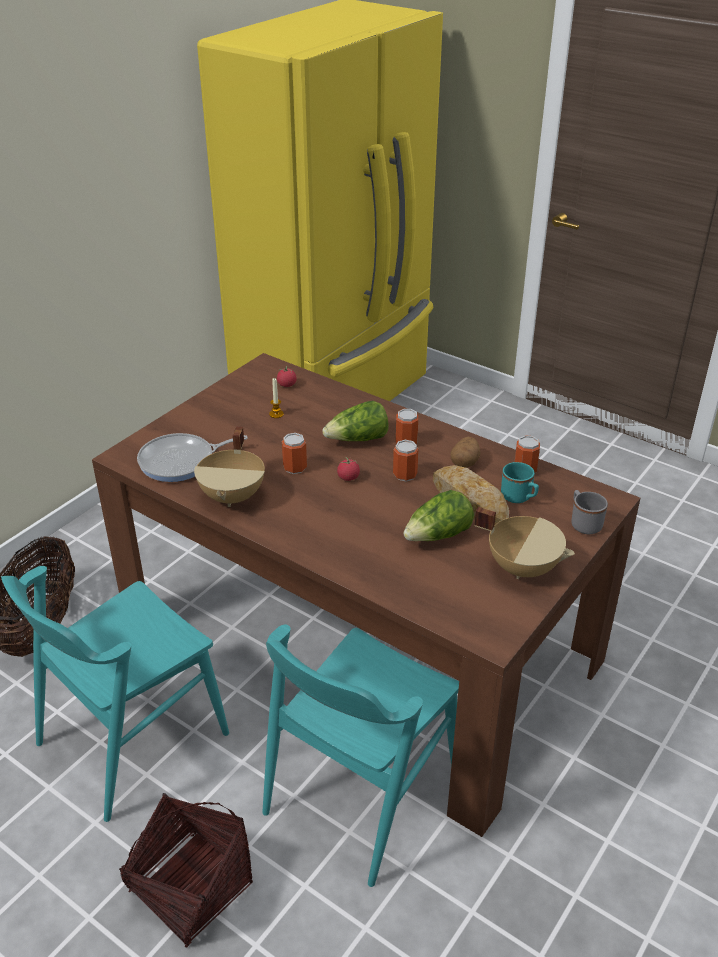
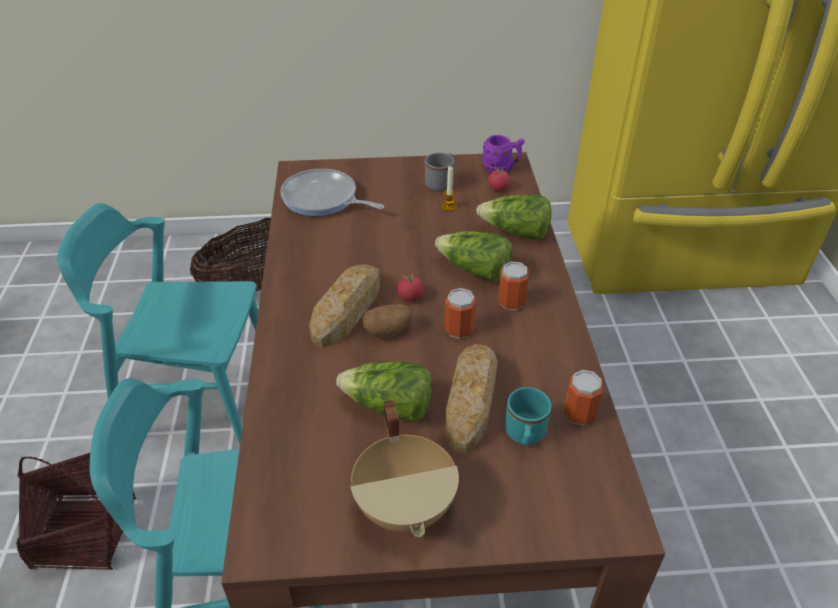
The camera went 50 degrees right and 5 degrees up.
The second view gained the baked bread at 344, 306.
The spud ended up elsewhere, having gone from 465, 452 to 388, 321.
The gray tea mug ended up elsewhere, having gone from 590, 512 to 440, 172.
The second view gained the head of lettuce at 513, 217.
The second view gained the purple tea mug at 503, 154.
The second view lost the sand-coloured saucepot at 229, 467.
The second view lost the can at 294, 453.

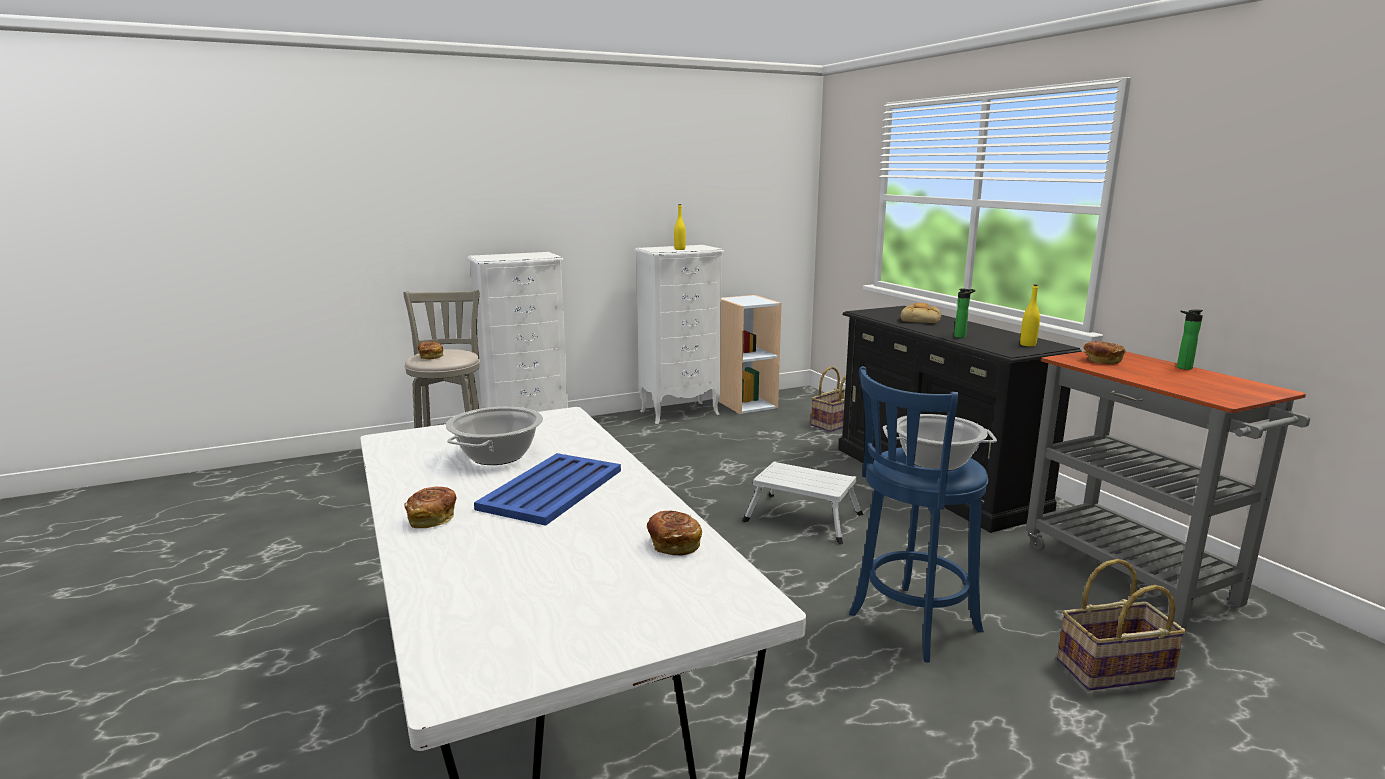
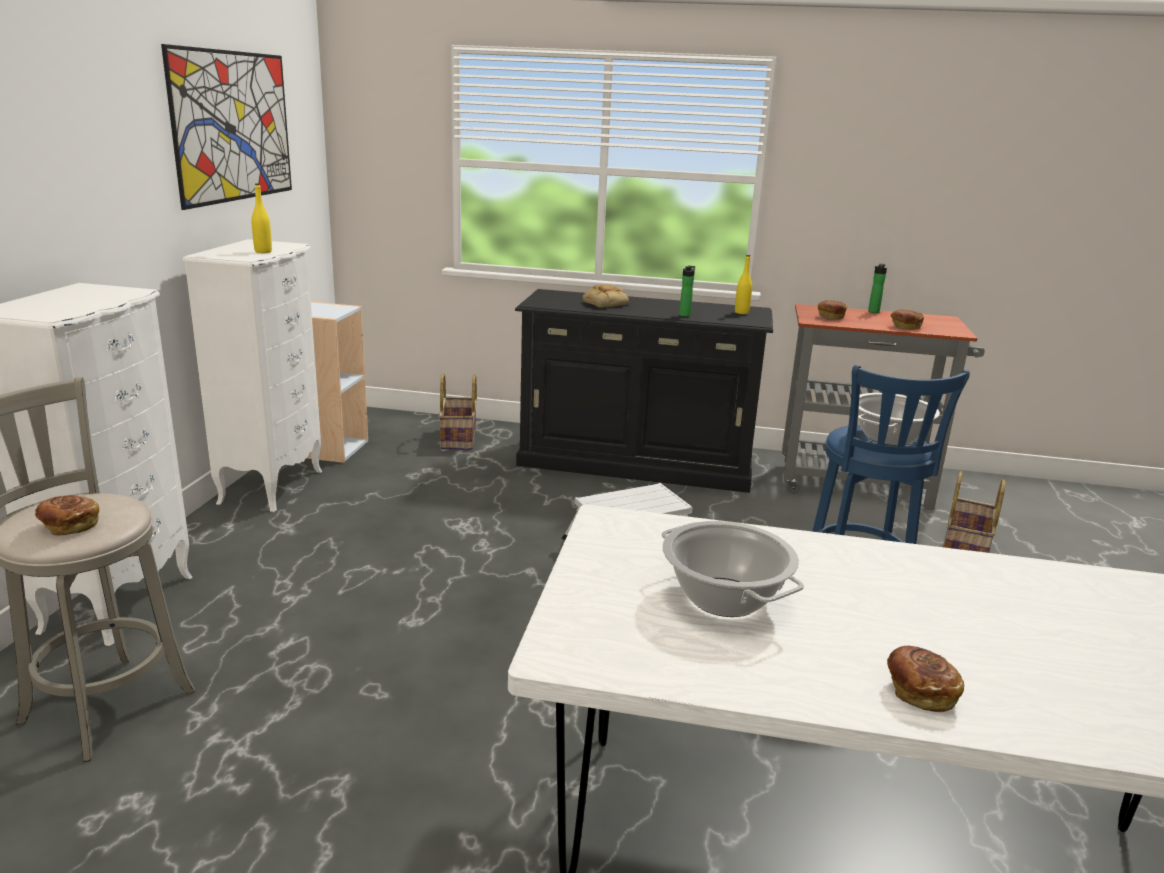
The camera went 55 degrees left and 5 degrees up.
The second view gained the wall picture at 226, 127.
The baked bread ended up elsewhere, having gone from 674, 532 to 907, 319.
The second view lost the bluish carrying tray at 547, 489.

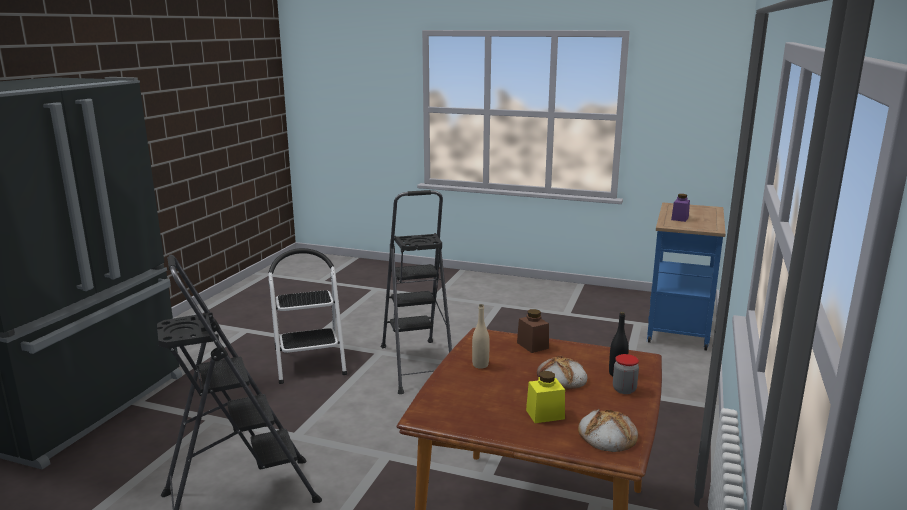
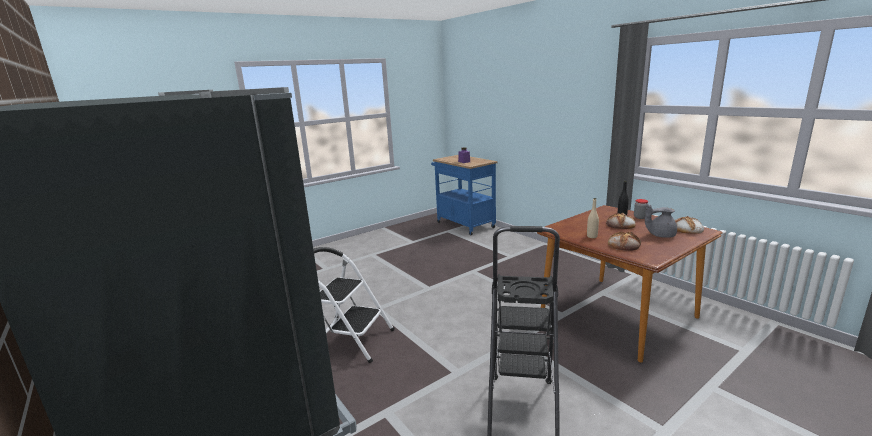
The camera went 55 degrees left and 0 degrees up.
The second view gained the baked bread at 624, 241.
Where the yellow-coloured jar stood at 545, 397, the gray pot for tea came to stand at 661, 221.
The second view lost the stepladder at 416, 292.
The second view lost the brownish jar at 533, 331.

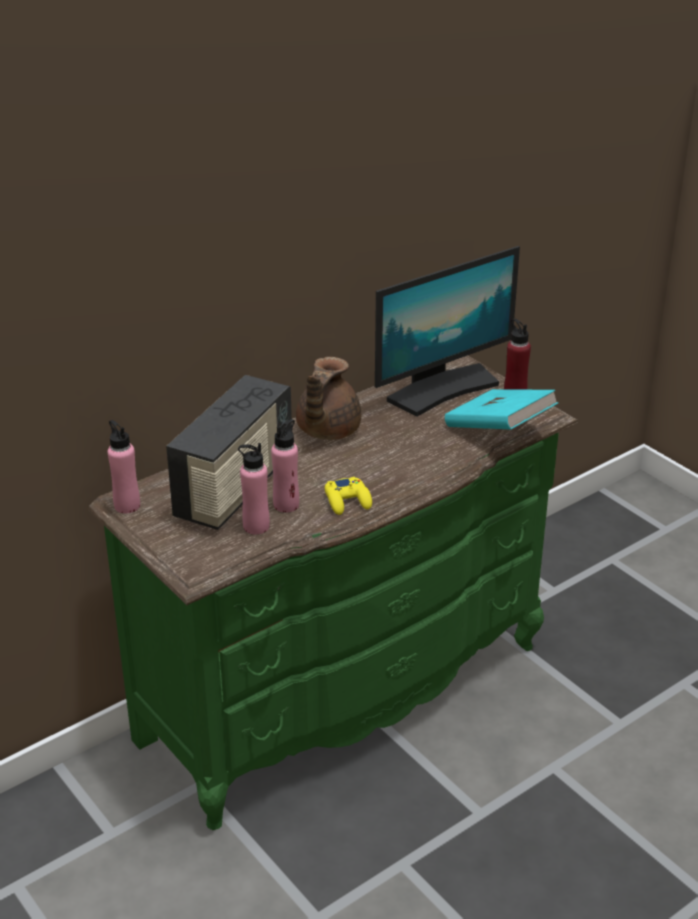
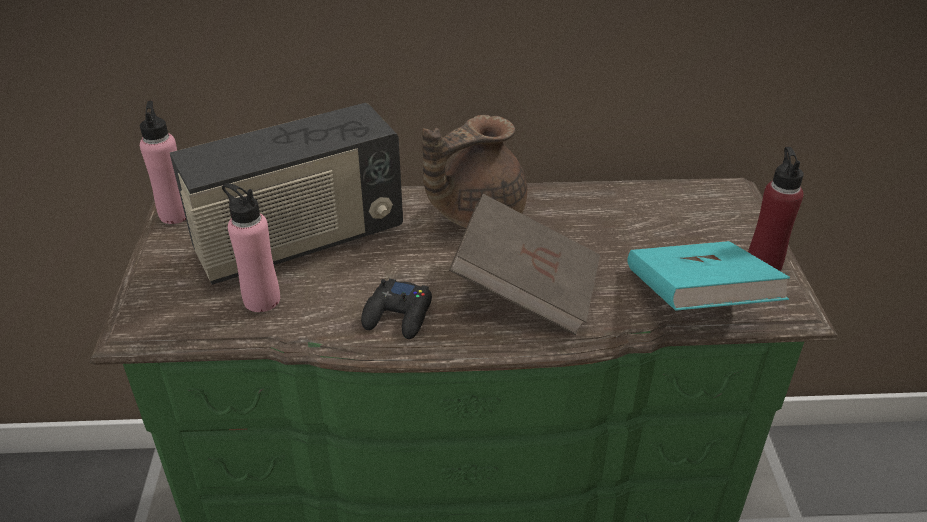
The camera went 35 degrees right and 5 degrees up.
What was the yellow-coloured joypad at 348, 496 turned into the black-coloured joypad at 396, 309.
The second view gained the brownish book at 524, 264.
The second view lost the pinkish drink bottle at 285, 466.
The second view lost the computer display at 447, 331.

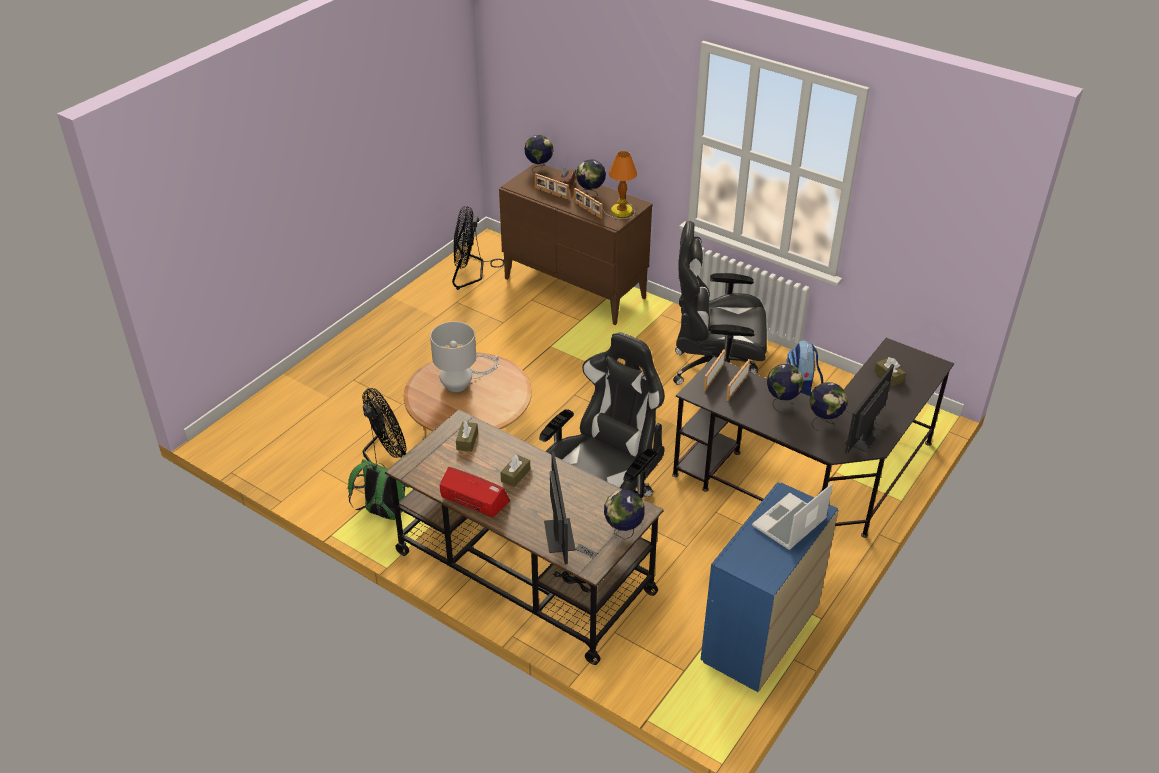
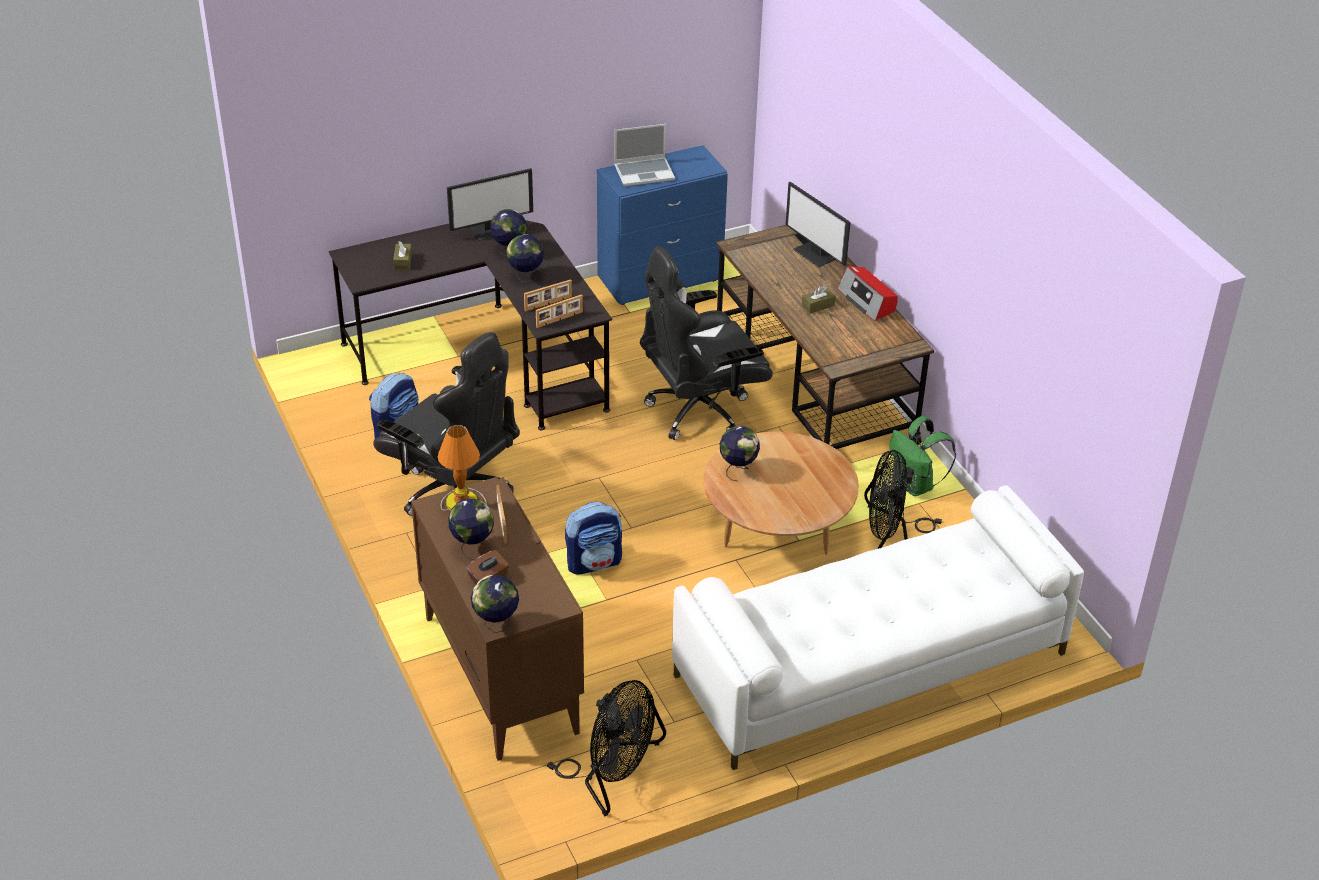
The camera went 150 degrees left and 0 degrees up.
The second view gained the knapsack at 593, 538.
The second view gained the white-coloured sofa at 878, 627.
The globe ended up elsewhere, having gone from 624, 515 to 740, 453.
The computer display at 560, 507 ended up facing another way, 60 degrees counterclockwise from before.
The second view lost the gray lamp for a table at 464, 357.
The second view lost the brownish tissue holder at 467, 436.
The second view lost the picture frame at 552, 186.

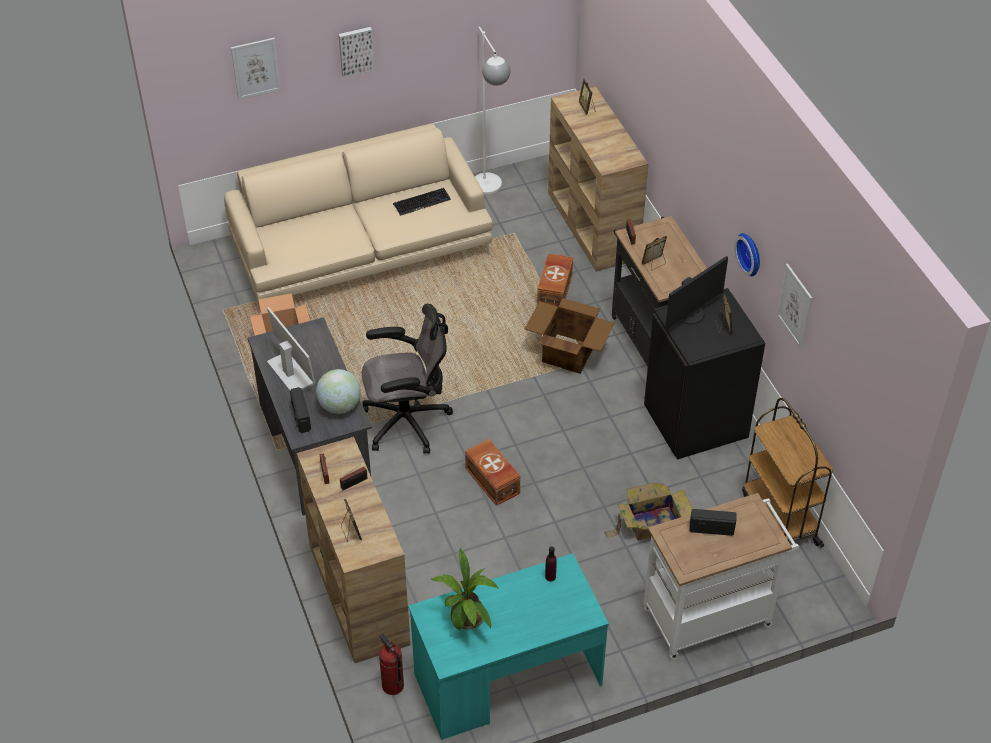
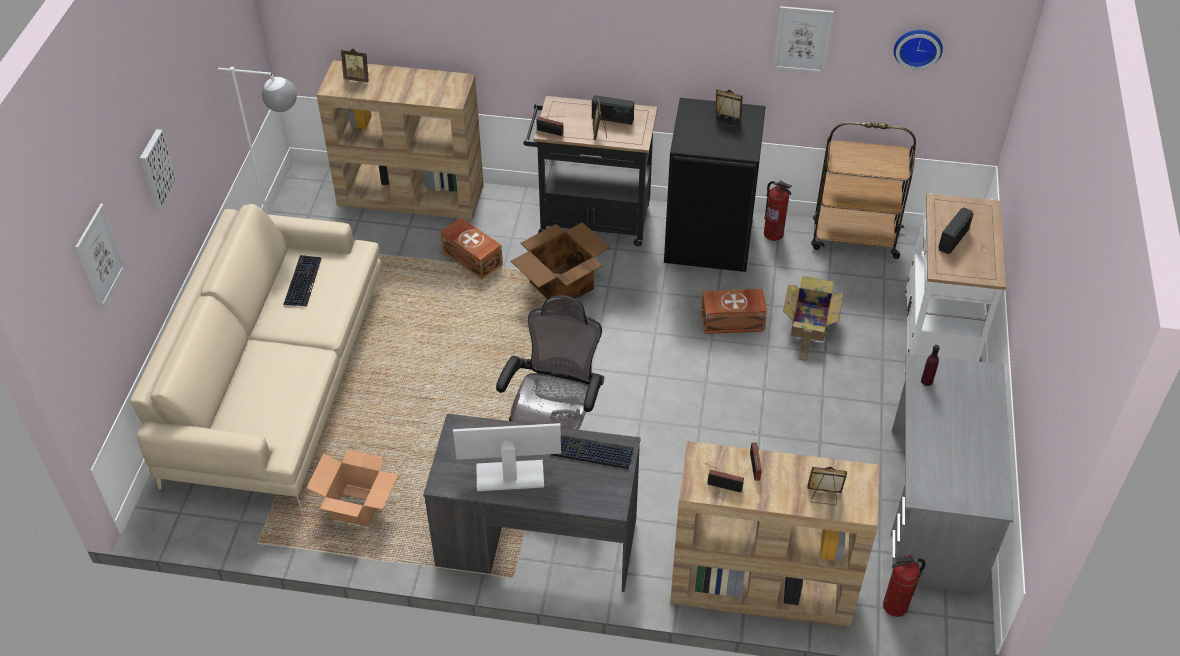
The camera went 60 degrees left and 0 degrees up.
Where the globe stood at 338, 391, the keyboard came to stand at 592, 452.
The radio ended up elsewhere, having gone from 300, 410 to 613, 110.
The brownish storage bin ended up elsewhere, having gone from 492, 472 to 734, 311.
The second view gained the fire-fighting cylinder at 778, 210.
What was the turquoise-coloured desk table at 508, 646 turned into the gray desk table at 952, 473.
The clock on the wall ended up elsewhere, having gone from 747, 254 to 918, 50.
The second view lost the plant in a pot at 464, 589.
The second view lost the computer display at 696, 293.

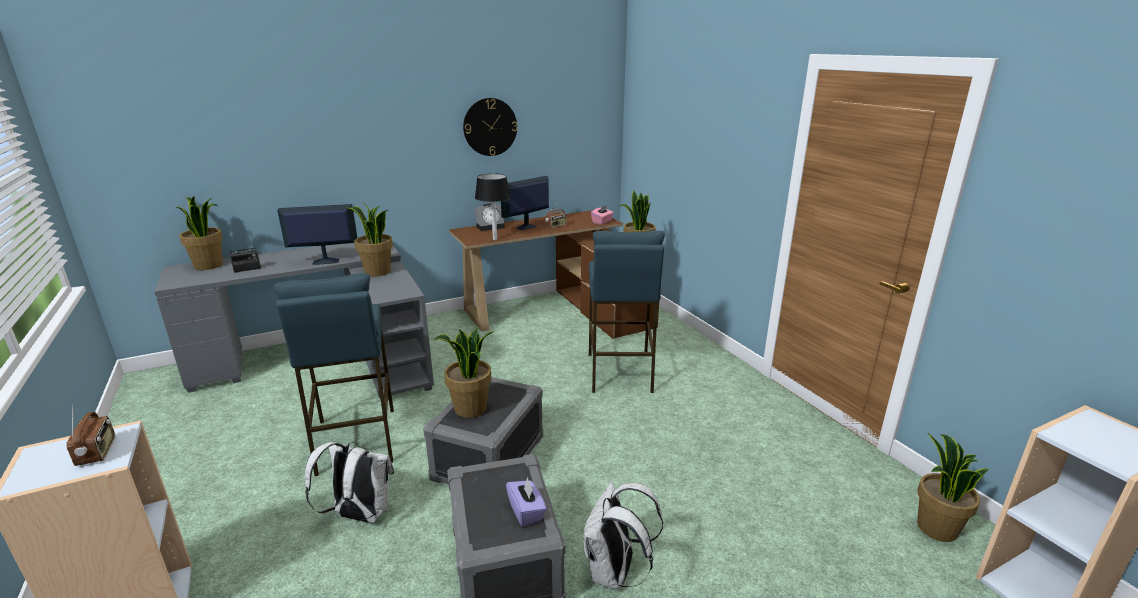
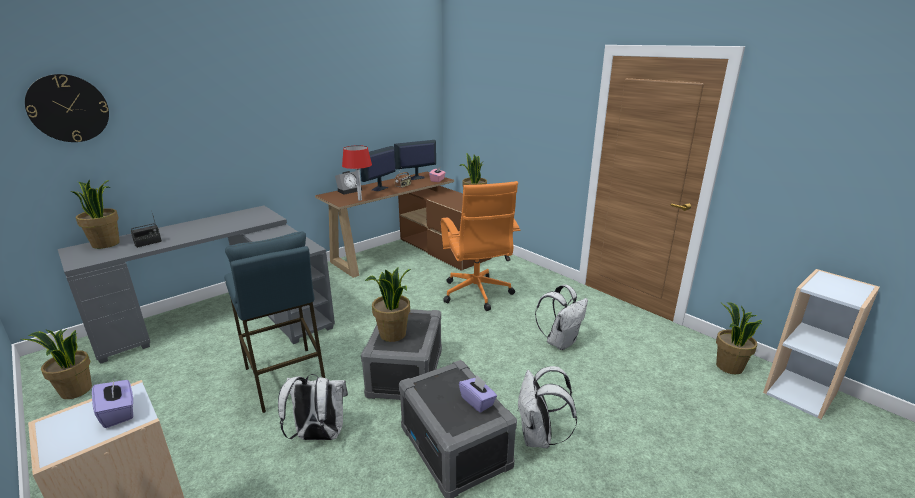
The camera went 15 degrees left and 0 degrees up.
The plant in a pot ended up elsewhere, having gone from 369, 239 to 57, 364.
The clock on the wall ended up elsewhere, having gone from 490, 127 to 67, 108.
Where the radio stood at 90, 435, the purple tissue holder came to stand at 112, 401.
What was the black-coloured lamp for a table at 493, 206 turned into the red lamp for a table at 357, 173.
The computer display ended up elsewhere, having gone from 317, 234 to 415, 160.
Where the bluish stool seat stood at 627, 311, the orange-coloured computer chair came to stand at 480, 246.
The second view gained the white-coloured knapsack at 561, 317.

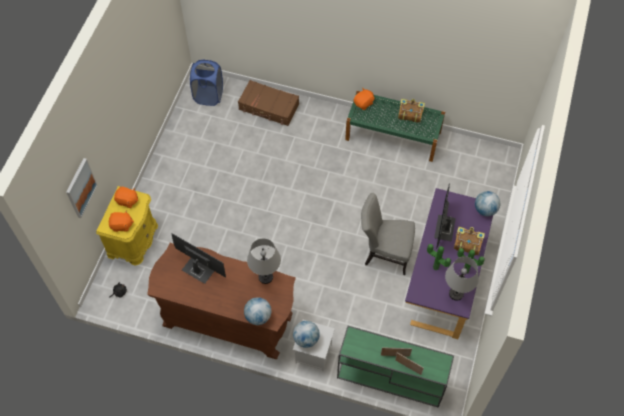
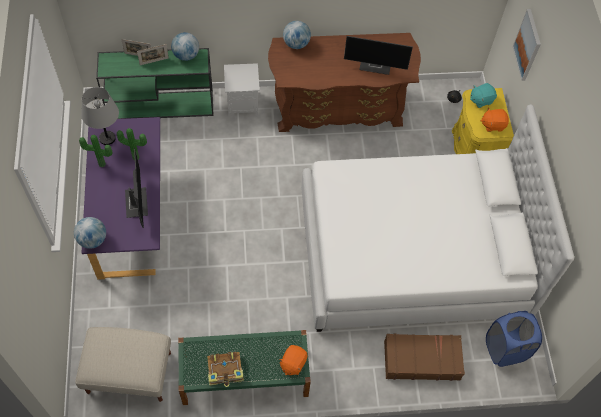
The camera went 155 degrees right and 0 degrees up.
The second view gained the sand-coloured ottoman at 123, 364.
The globe ended up elsewhere, having gone from 306, 334 to 185, 46.
The second view gained the white-coloured bed at 437, 218.
What was the orange-coloured plush toy at 121, 221 turned into the turquoise-coloured plush toy at 483, 95.
The second view lost the gray lamp for a table at 264, 261.
The second view lost the gray plain chair at 388, 234.
The second view lost the book at 469, 241.

